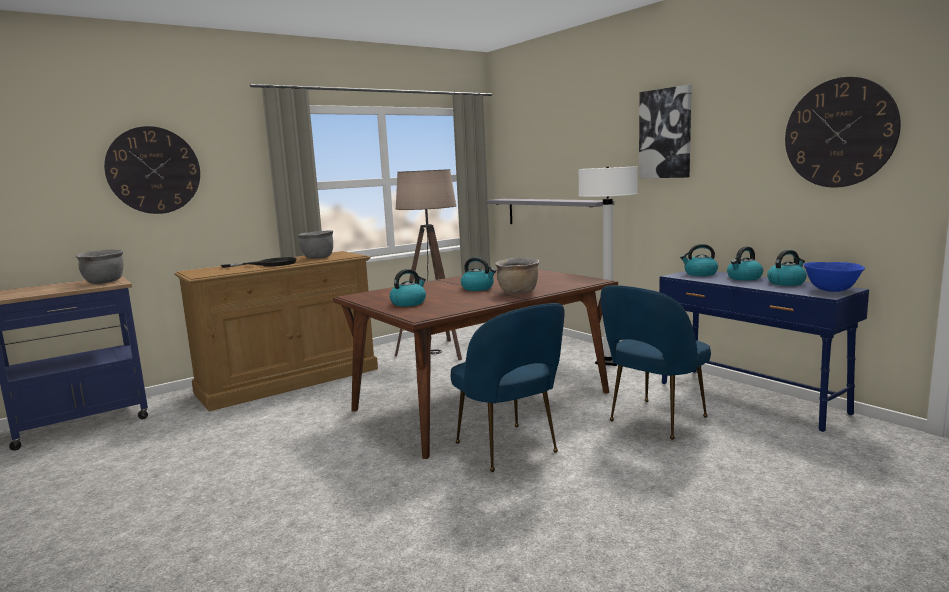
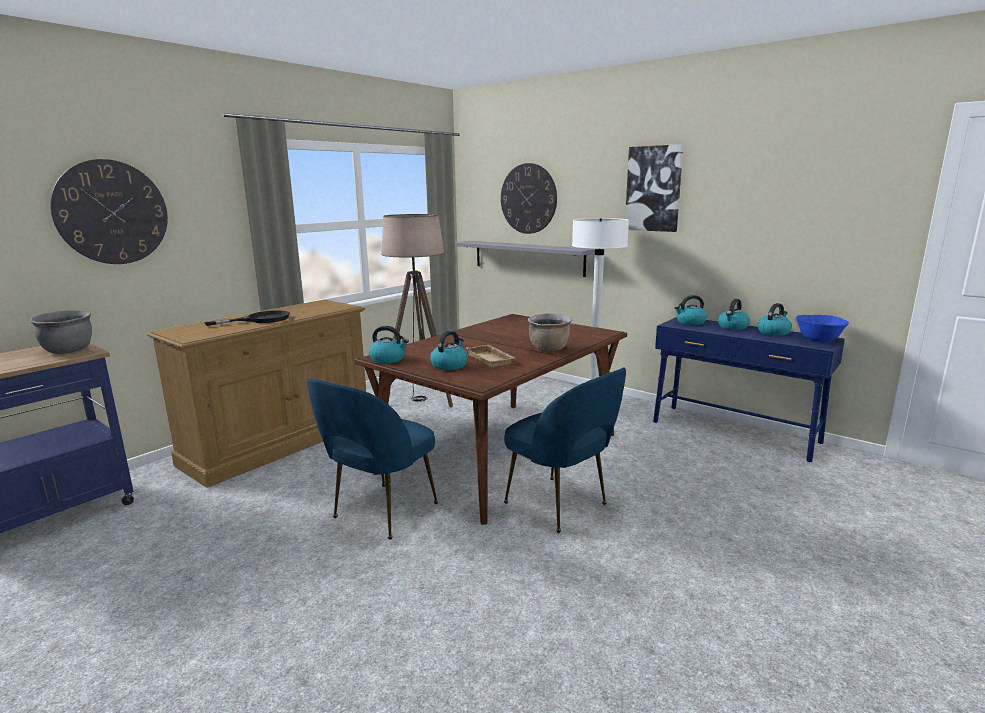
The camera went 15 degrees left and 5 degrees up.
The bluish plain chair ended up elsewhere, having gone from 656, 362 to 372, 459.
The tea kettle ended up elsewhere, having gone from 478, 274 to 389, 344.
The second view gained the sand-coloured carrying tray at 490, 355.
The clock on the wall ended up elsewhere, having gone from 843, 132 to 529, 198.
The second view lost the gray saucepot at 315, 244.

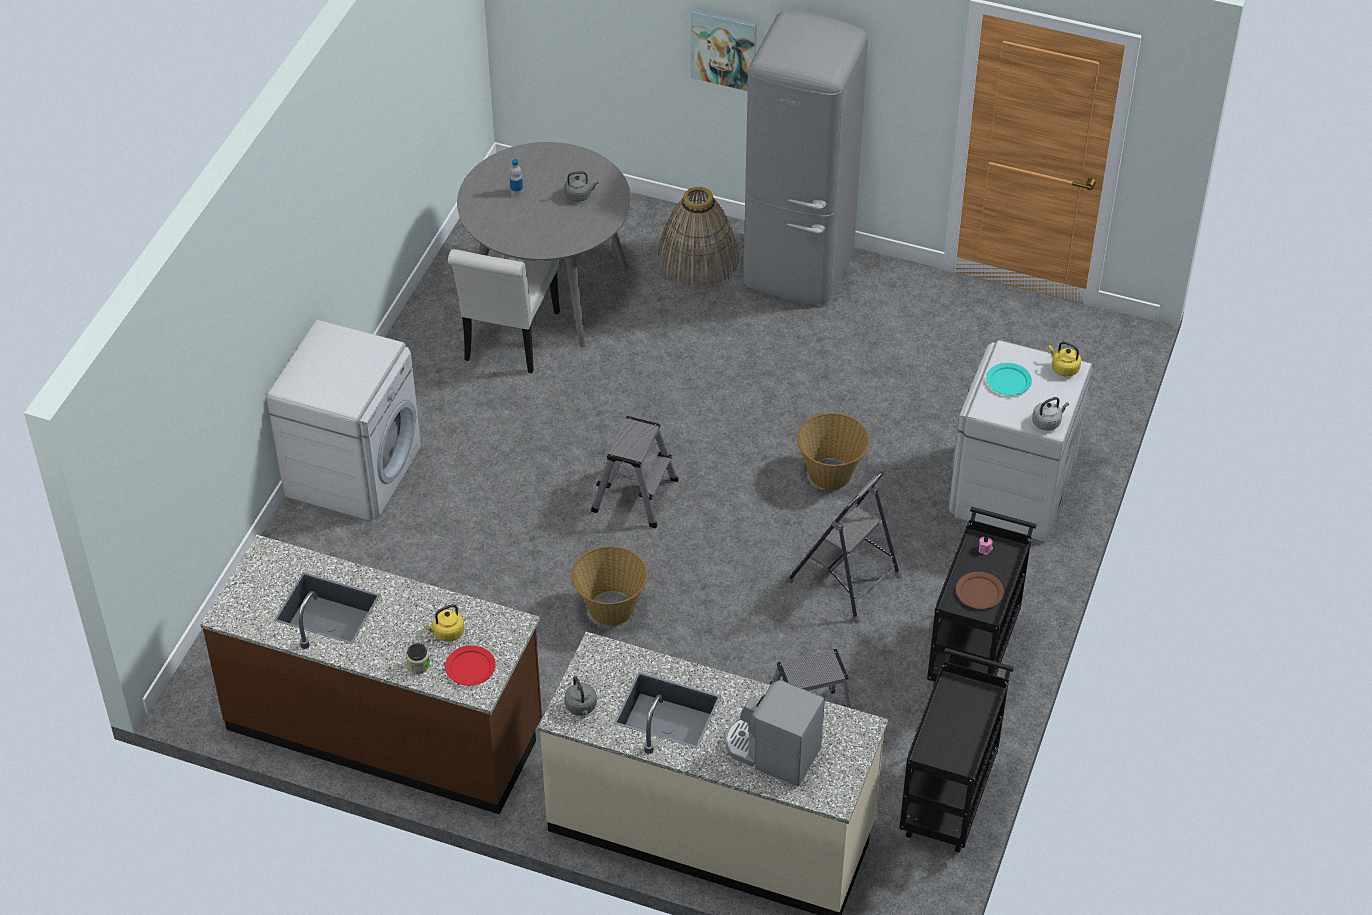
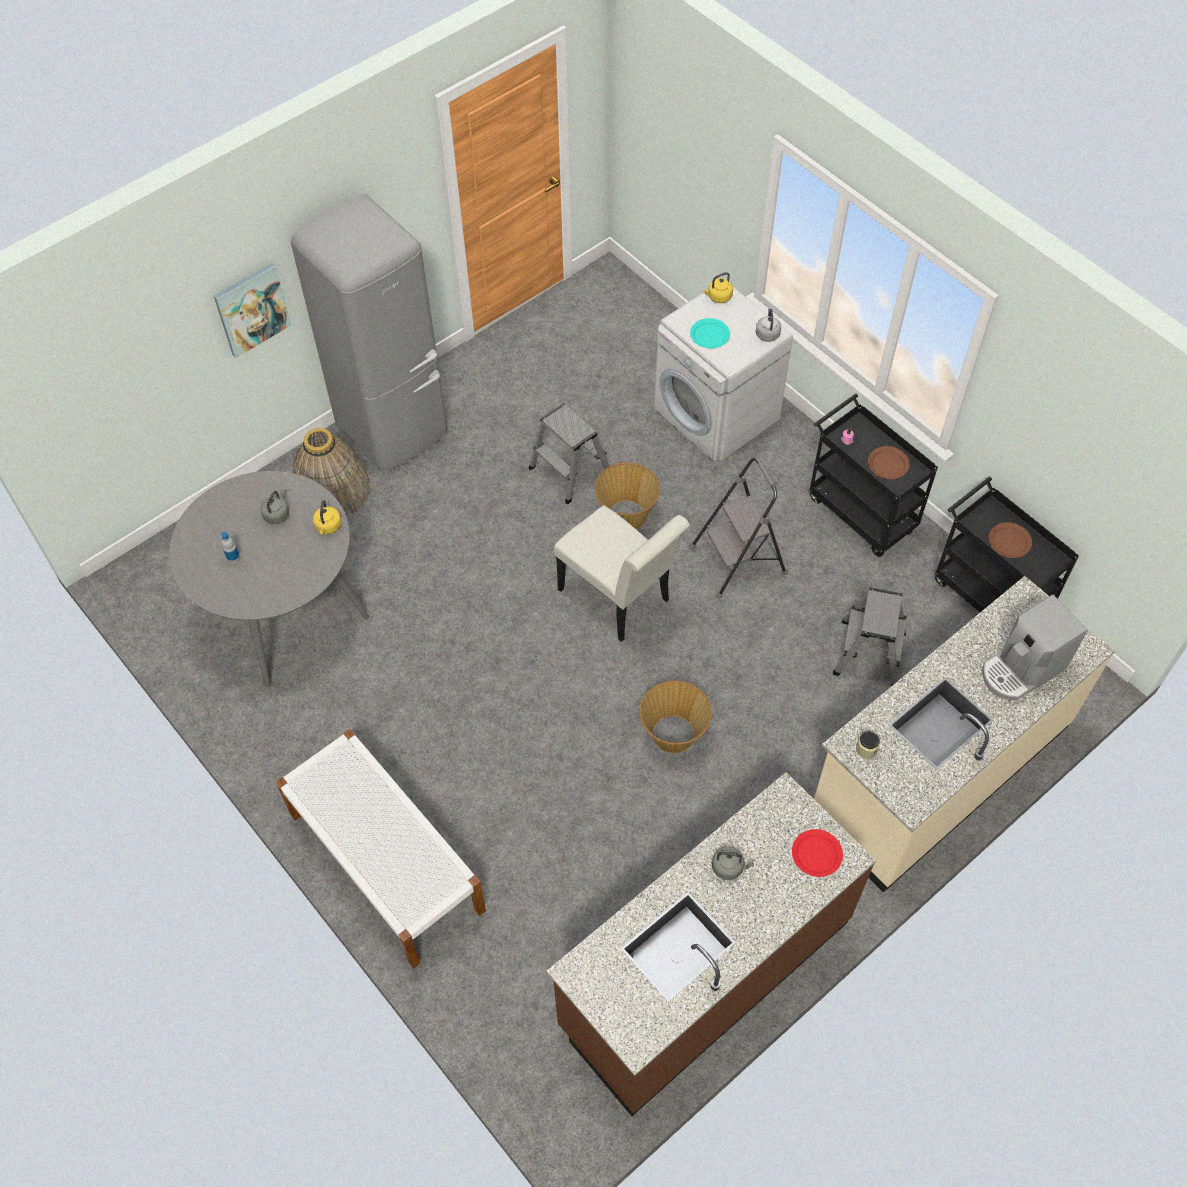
The camera went 60 degrees left and 10 degrees up.
Where the white-coloured washing machine stood at 344, 419, the white-coloured long seat came to stand at 381, 849.
The yellow-coloured tea kettle ended up elsewhere, having gone from 444, 623 to 327, 517.
The gray stepladder ended up elsewhere, having gone from 635, 472 to 569, 453.
The white-coloured plain chair ended up elsewhere, having gone from 504, 311 to 622, 573.
The gray tea kettle ended up elsewhere, having gone from 580, 696 to 733, 863.
The jar ended up elsewhere, having gone from 418, 658 to 868, 745.
The second view gained the brownish plate at 1010, 540.

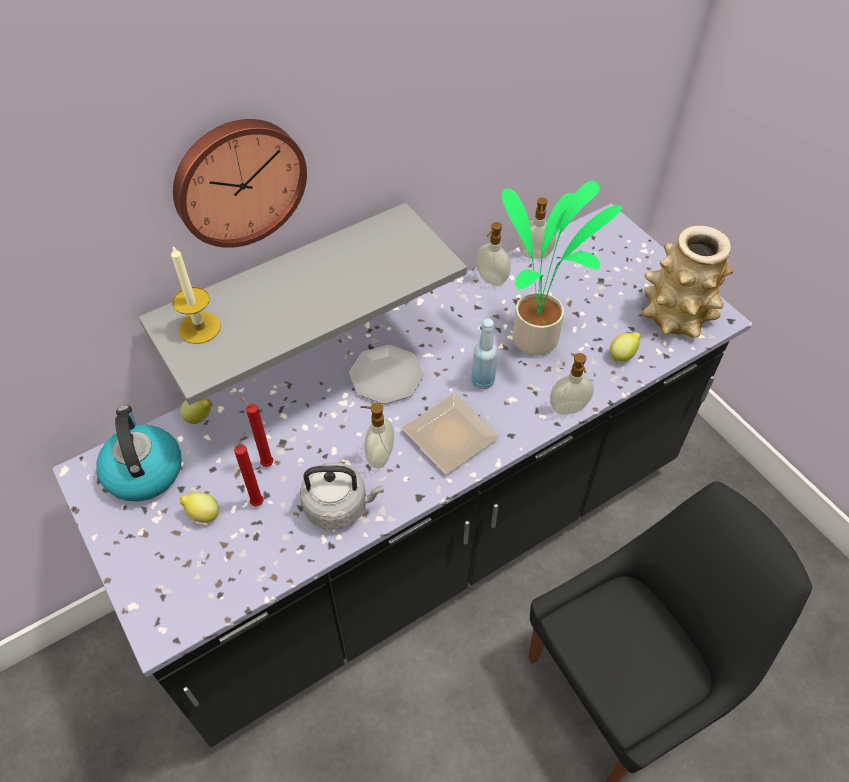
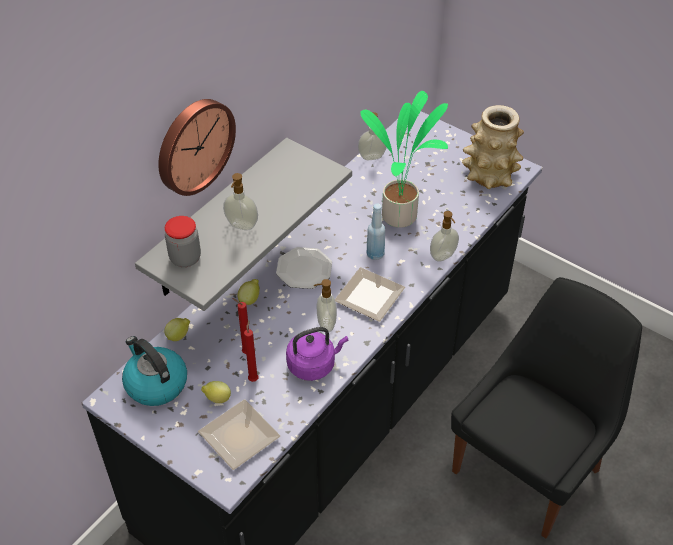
The camera went 20 degrees left and 5 degrees down.
Where the candle stood at 196, 294, the jar came to stand at 183, 241.
The second view gained the plate at 239, 434.
The soap bottle ended up elsewhere, having gone from 493, 254 to 240, 201.
The lemon ended up elsewhere, having gone from 625, 347 to 248, 292.
What was the gray tea kettle at 342, 496 turned into the purple tea kettle at 317, 354.

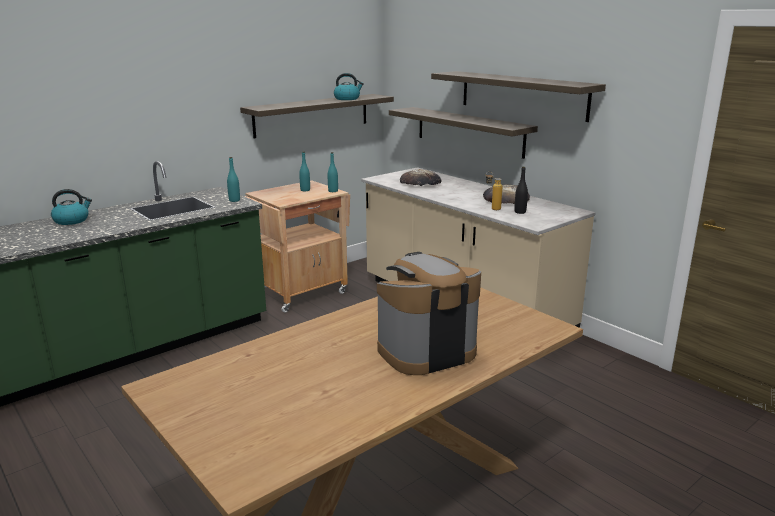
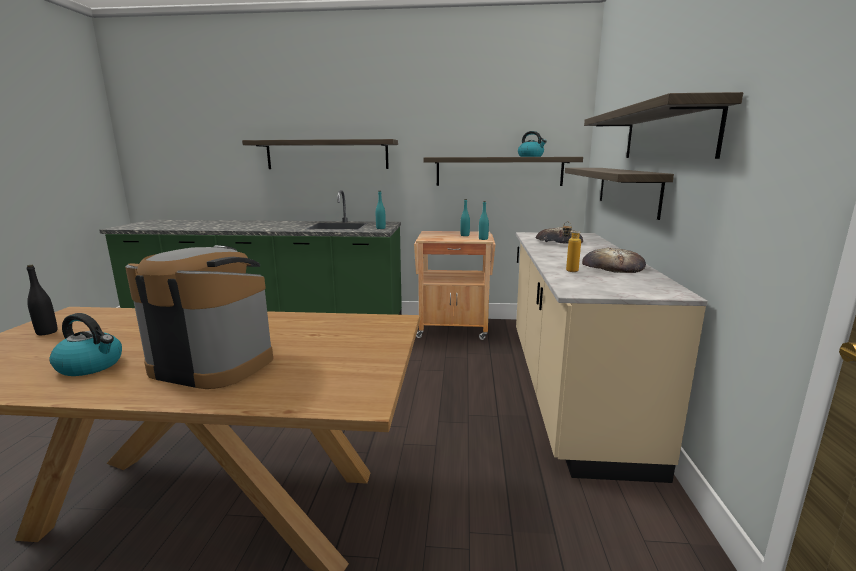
The camera went 45 degrees right and 5 degrees down.
The black-coloured drink bottle ended up elsewhere, having gone from 521, 190 to 42, 300.
The tea kettle ended up elsewhere, having gone from 71, 207 to 85, 344.
The second view gained the wall shelf at 320, 154.

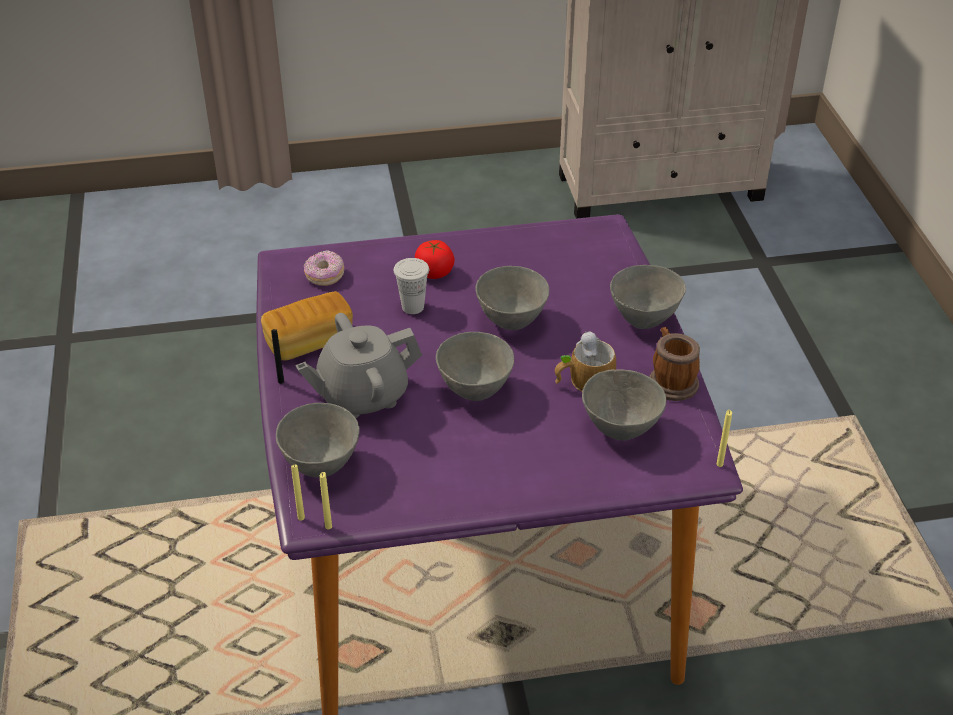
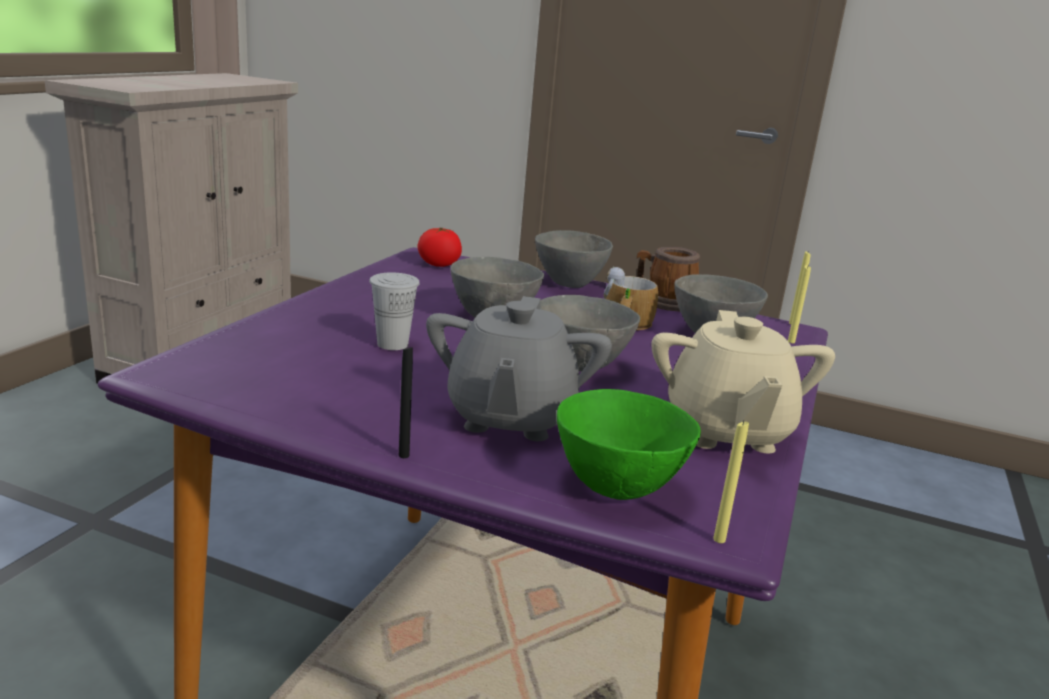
The camera went 60 degrees left and 20 degrees down.
The whole tomato ended up elsewhere, having gone from 435, 259 to 440, 247.
What was the gray deep dish at 318, 440 turned into the greenish deep dish at 629, 444.
The second view gained the sand-coloured pot for tea at 743, 382.
The yellow-coloured candle ended up elsewhere, having gone from 326, 500 to 799, 304.
The second view lost the baked bread at 307, 325.
The second view lost the donut at 324, 268.

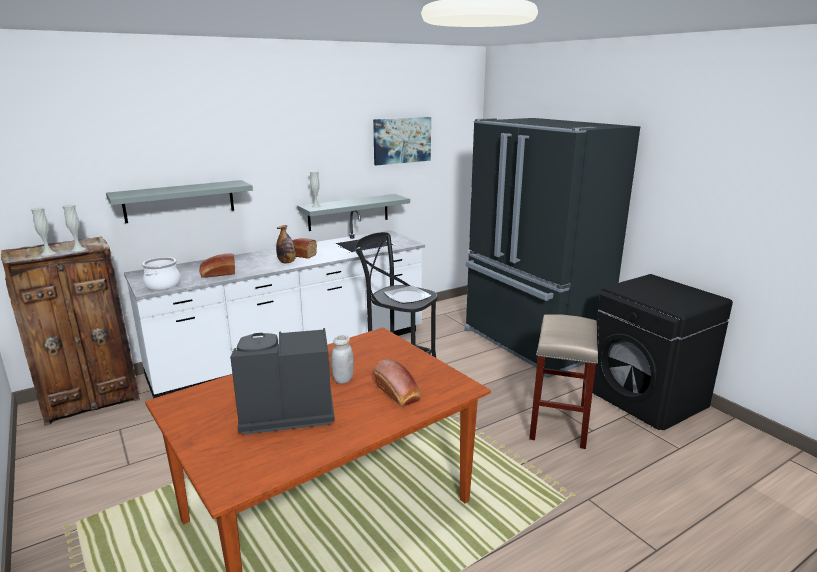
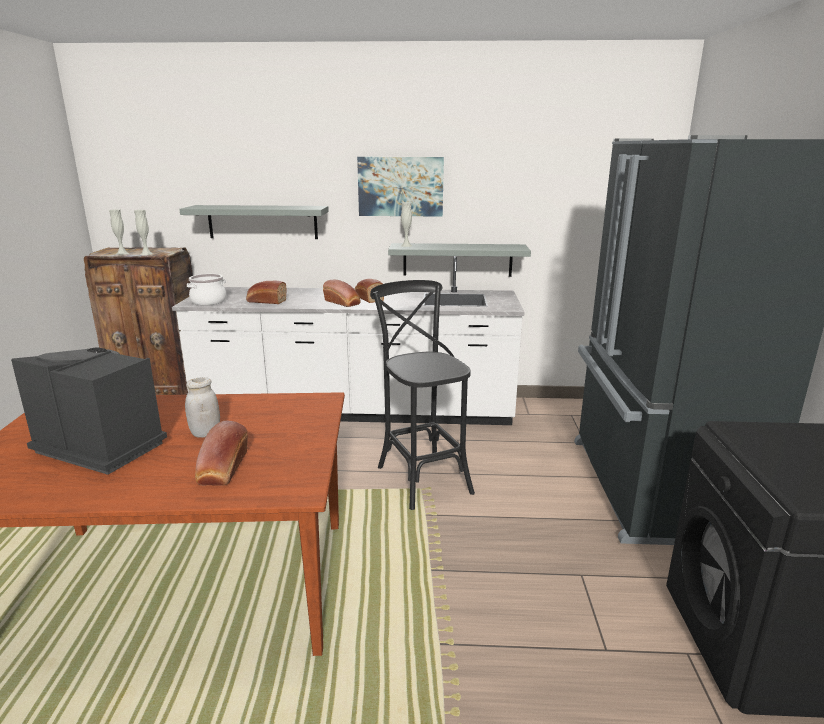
The camera went 35 degrees right and 0 degrees up.
Where the drink bottle stood at 286, 244, the baked bread came to stand at 342, 293.
The wall picture ended up elsewhere, having gone from 402, 141 to 400, 187.
The second view lost the plate at 408, 294.
The second view lost the sand-coloured stool seat at 563, 381.

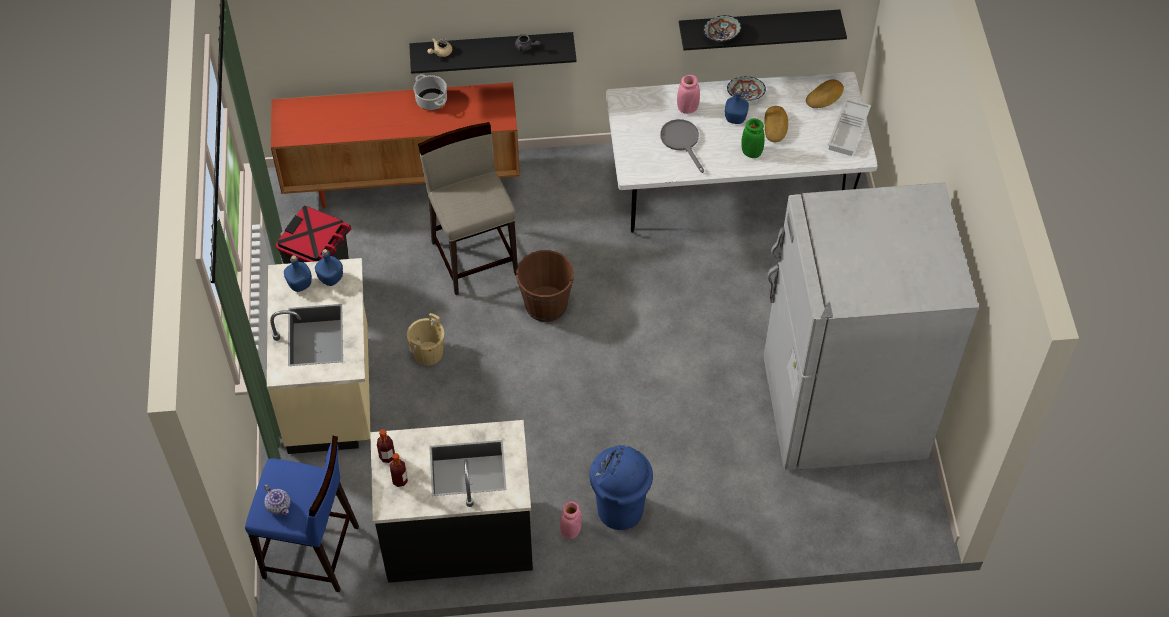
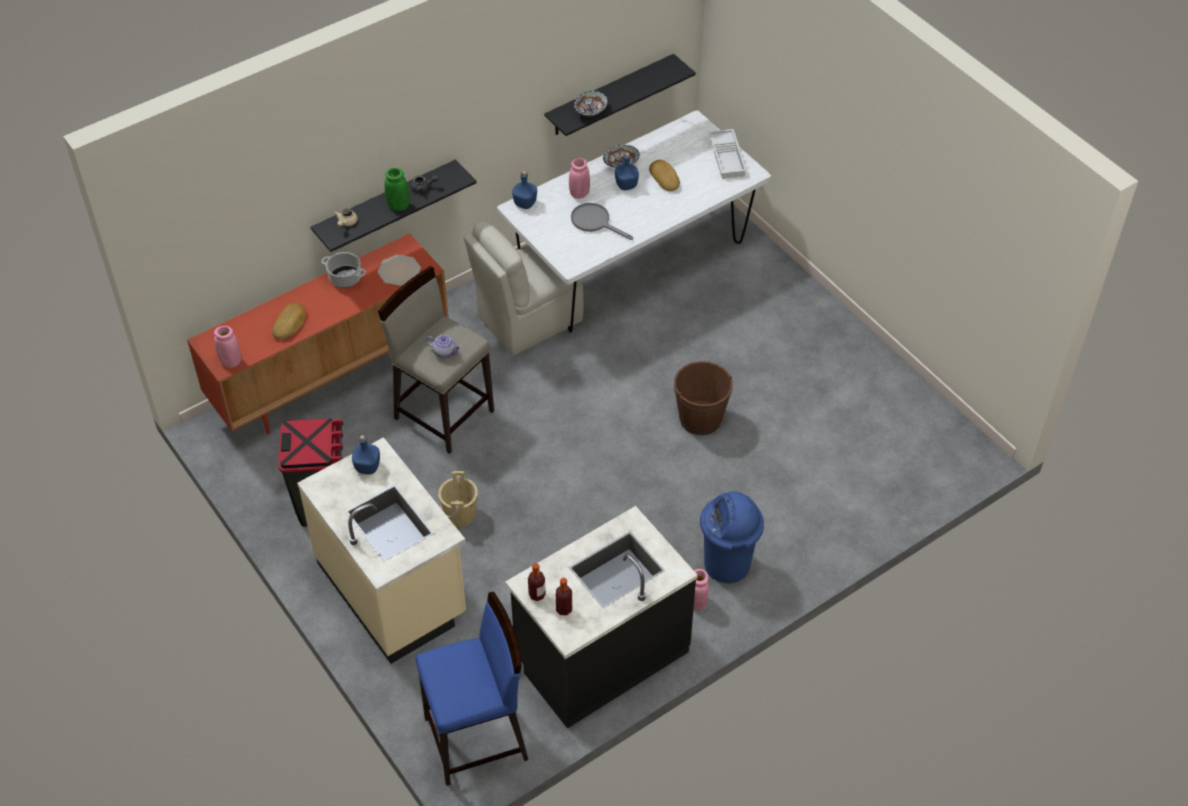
The camera went 30 degrees left and 5 degrees down.
The second view gained the pinkish vase at 227, 347.
The baked bread ended up elsewhere, having gone from 825, 93 to 289, 321.
The second view gained the plate at 399, 270.
The greenish vase ended up elsewhere, having gone from 753, 138 to 397, 189.
The pot for tea ended up elsewhere, having gone from 277, 499 to 444, 346.
The second view gained the sand-coloured plain chair at 523, 287.
The bluish drink bottle ended up elsewhere, having gone from 298, 273 to 524, 190.
The brownish bucket ended up elsewhere, having gone from 545, 286 to 703, 398.
The second view lost the white-coloured fridge at 871, 326.

